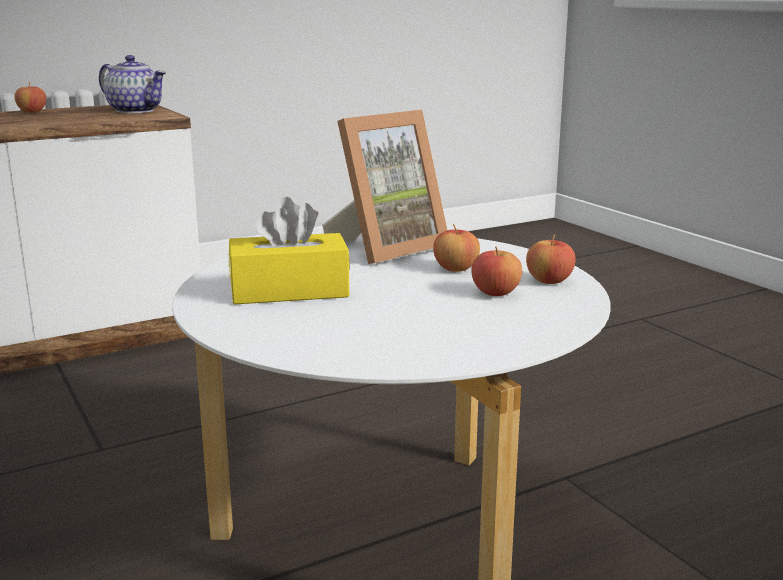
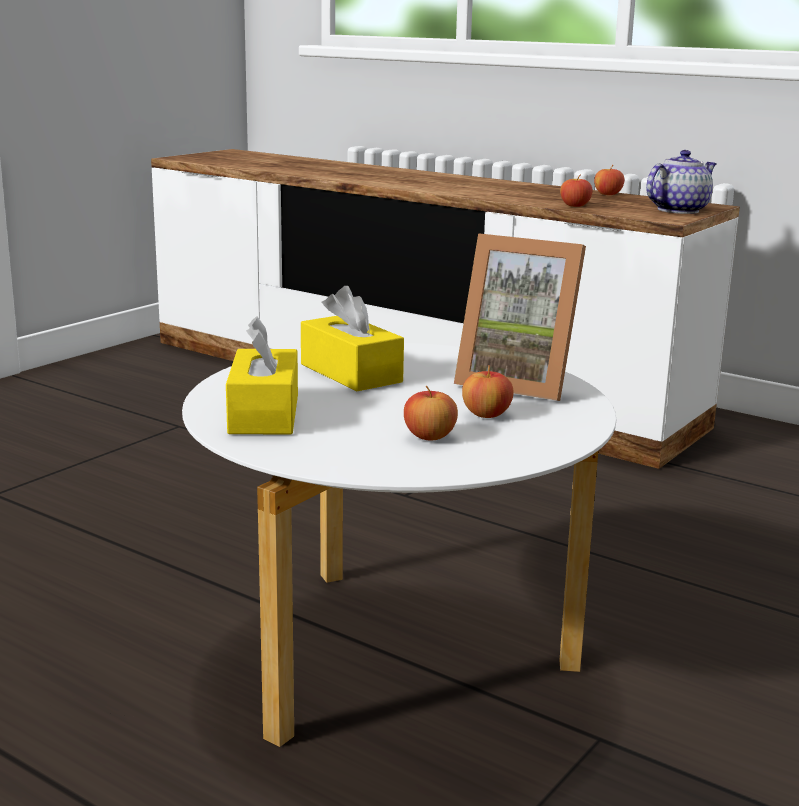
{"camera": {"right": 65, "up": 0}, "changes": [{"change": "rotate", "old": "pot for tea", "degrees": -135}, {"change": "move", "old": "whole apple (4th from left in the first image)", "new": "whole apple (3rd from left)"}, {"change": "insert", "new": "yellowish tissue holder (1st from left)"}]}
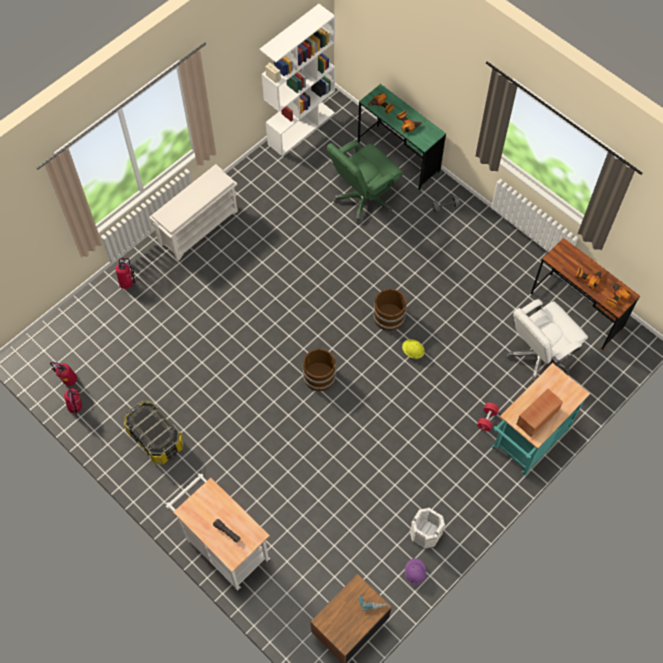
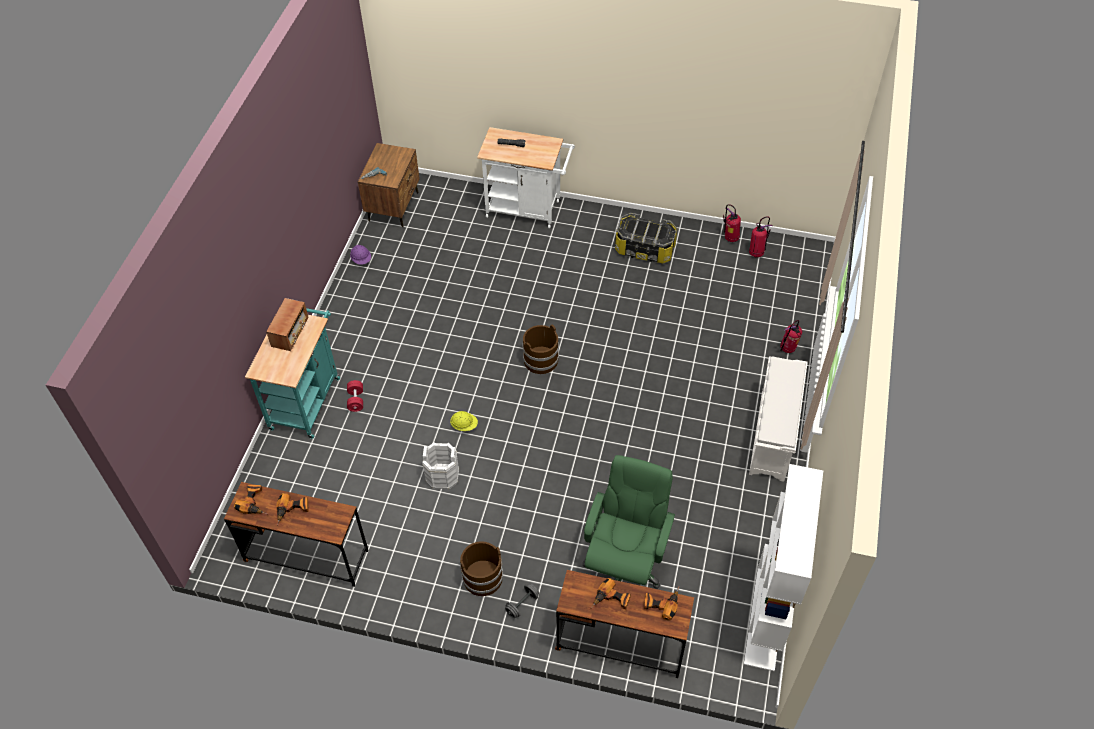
{"camera": {"right": 150, "up": -10}, "changes": [{"change": "recolor", "old": "greenish desk unit", "new": "brownish desk unit (2nd from left)"}, {"change": "move", "old": "brownish bucket (2nd from left in the first image)", "new": "brownish bucket (1st from left)"}, {"change": "move", "old": "white bucket"}, {"change": "delete", "old": "white desk chair"}]}
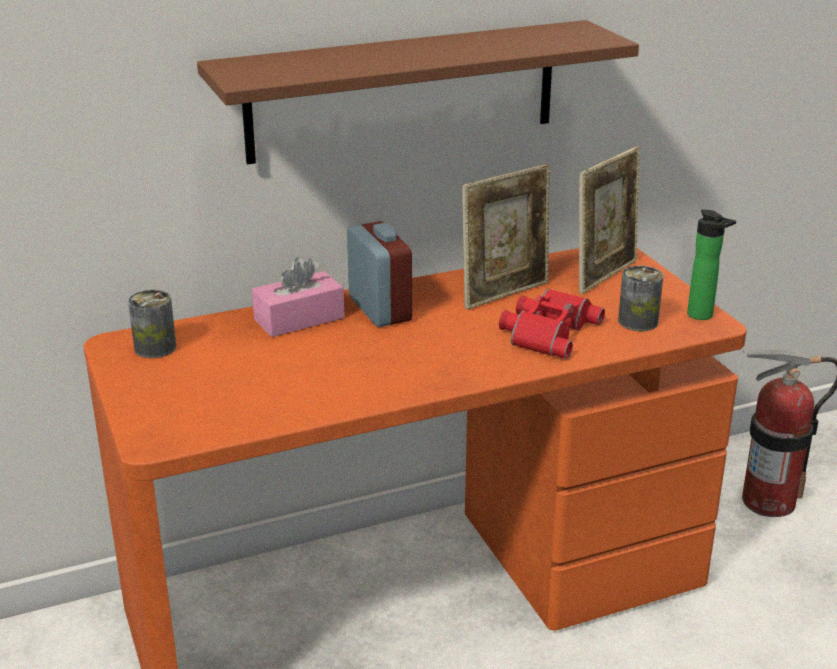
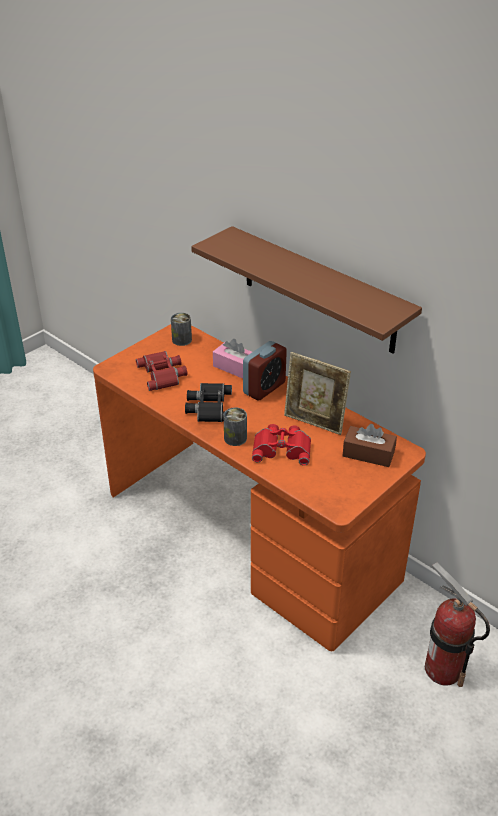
{"camera": {"right": 65, "up": 10}, "changes": [{"change": "replace", "old": "standing frame (2nd from left)", "new": "brownish tissue holder"}, {"change": "move", "old": "sealed can (2nd from left)"}, {"change": "delete", "old": "beverage bottle"}, {"change": "insert", "new": "red binoculars (1st from left)"}, {"change": "insert", "new": "black binoculars"}]}
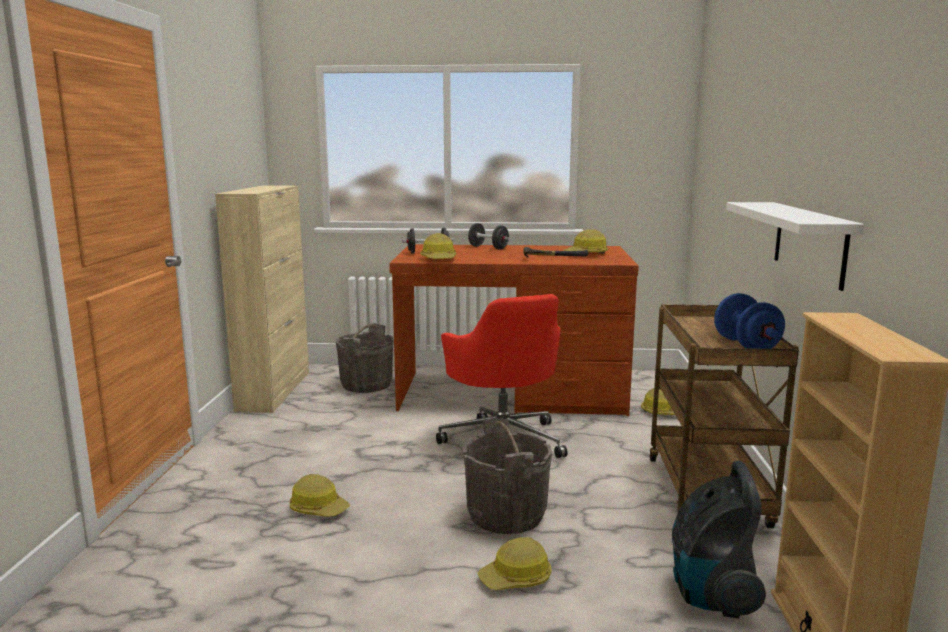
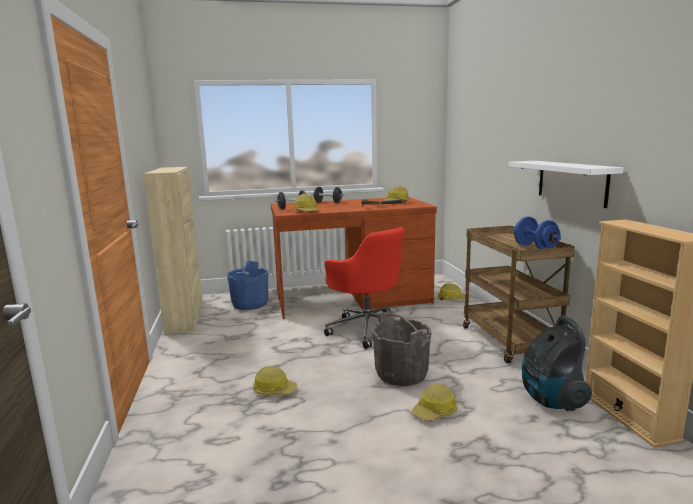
{"camera": {"right": -15, "up": 0}, "changes": [{"change": "recolor", "old": "grey bucket (1st from left)", "new": "blue-coloured bucket"}]}
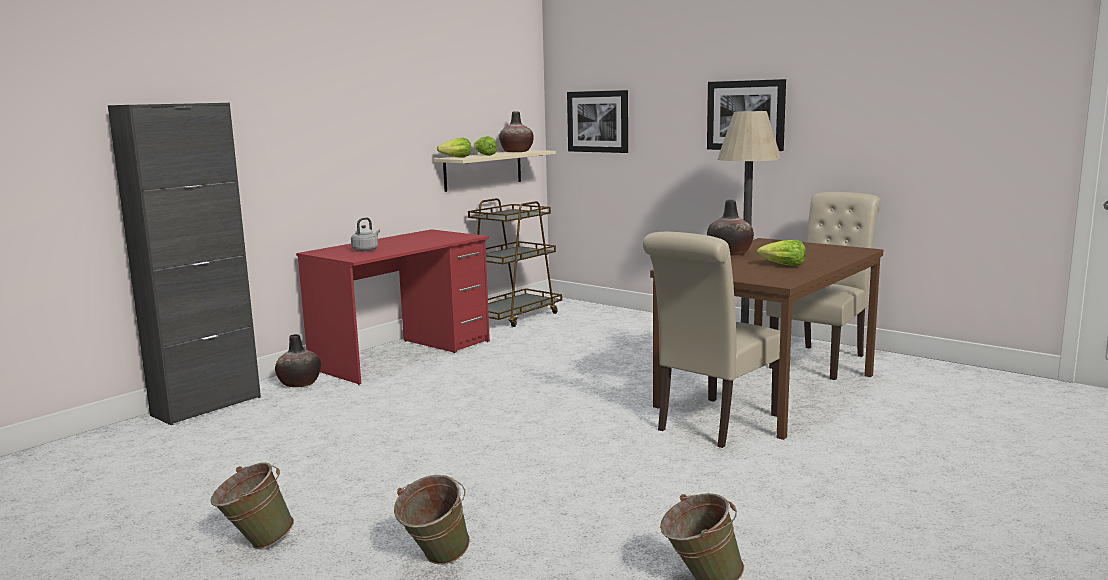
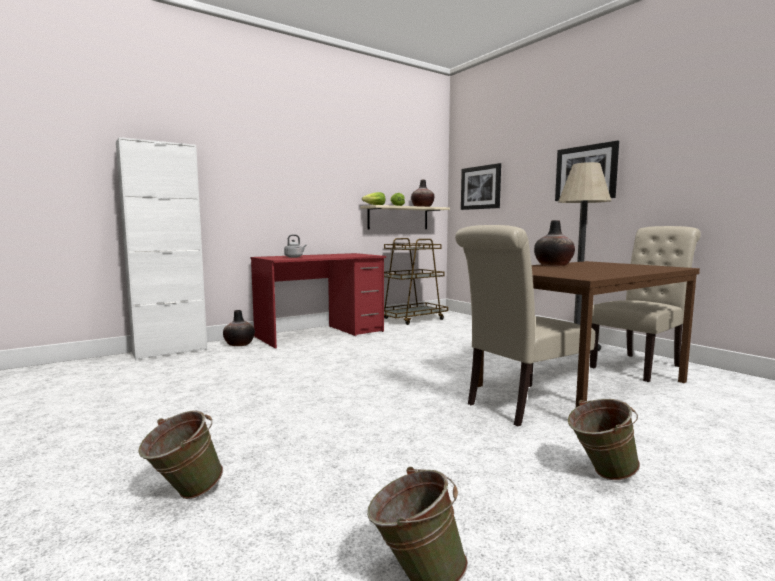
{"camera": {"right": 15, "up": -5}, "changes": [{"change": "recolor", "old": "black storage cabinet", "new": "white storage cabinet"}, {"change": "move", "old": "greenish bucket (1st from left in the first image)", "new": "greenish bucket (3rd from left)"}, {"change": "delete", "old": "lettuce head (3rd from left)"}]}
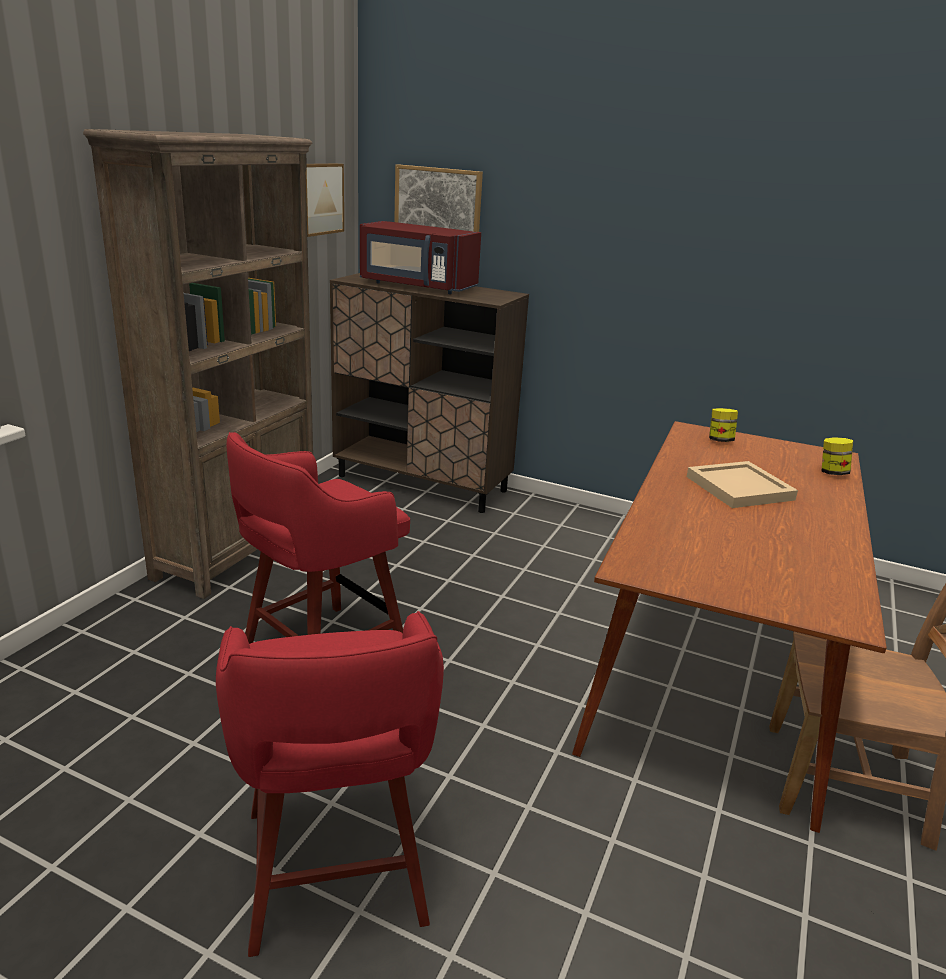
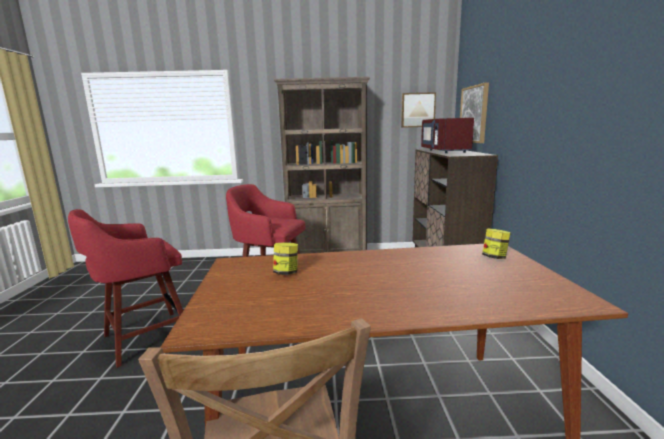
{"camera": {"right": 65, "up": -10}, "changes": [{"change": "delete", "old": "beige tray"}, {"change": "move", "old": "jar (2nd from left in the first image)", "new": "jar (1st from left)"}]}
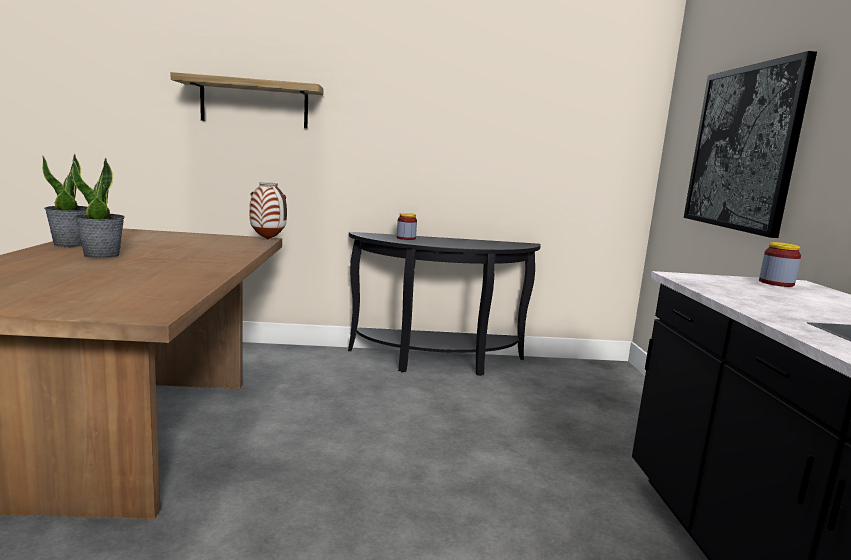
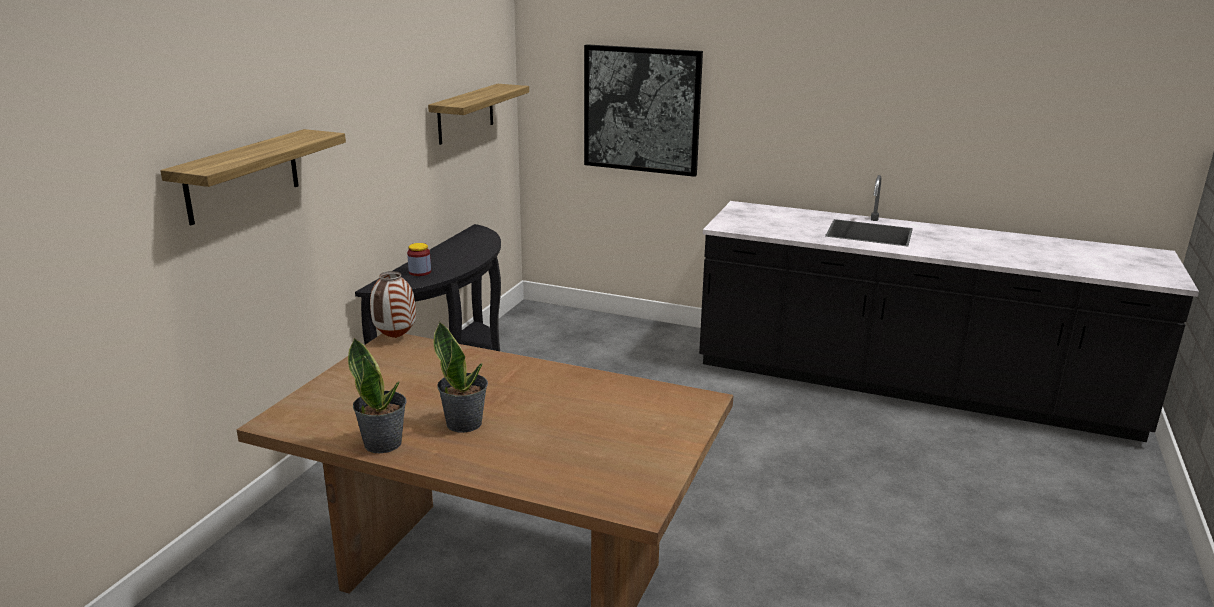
{"camera": {"right": -65, "up": 10}, "changes": [{"change": "delete", "old": "jar (2nd from left)"}, {"change": "insert", "new": "shelf (2nd from left)"}]}
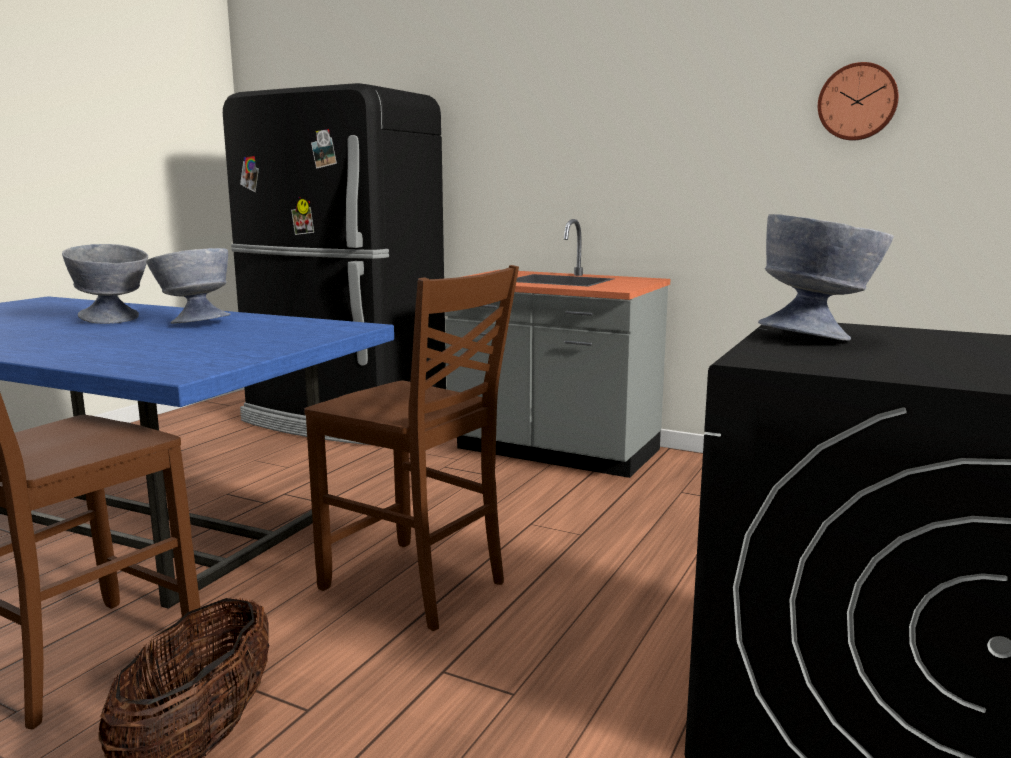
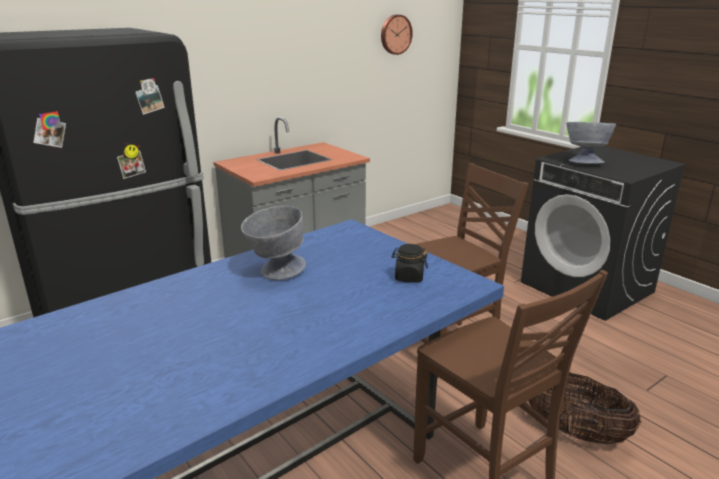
{"camera": {"right": -65, "up": 10}, "changes": [{"change": "delete", "old": "grey bowl (1st from left)"}, {"change": "insert", "new": "black jar"}]}
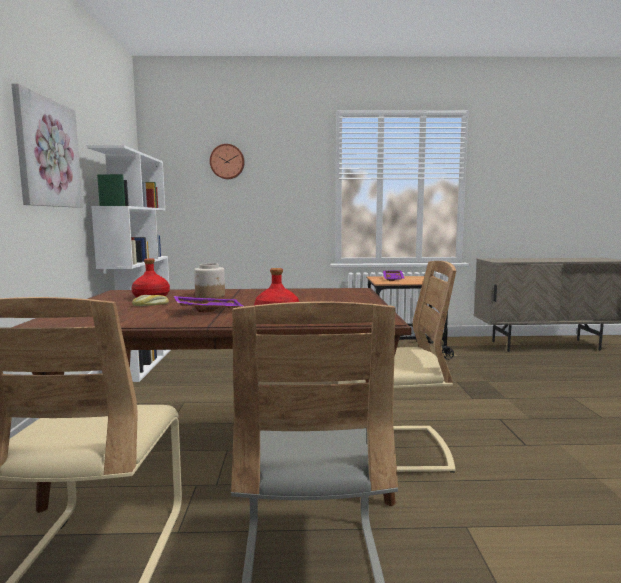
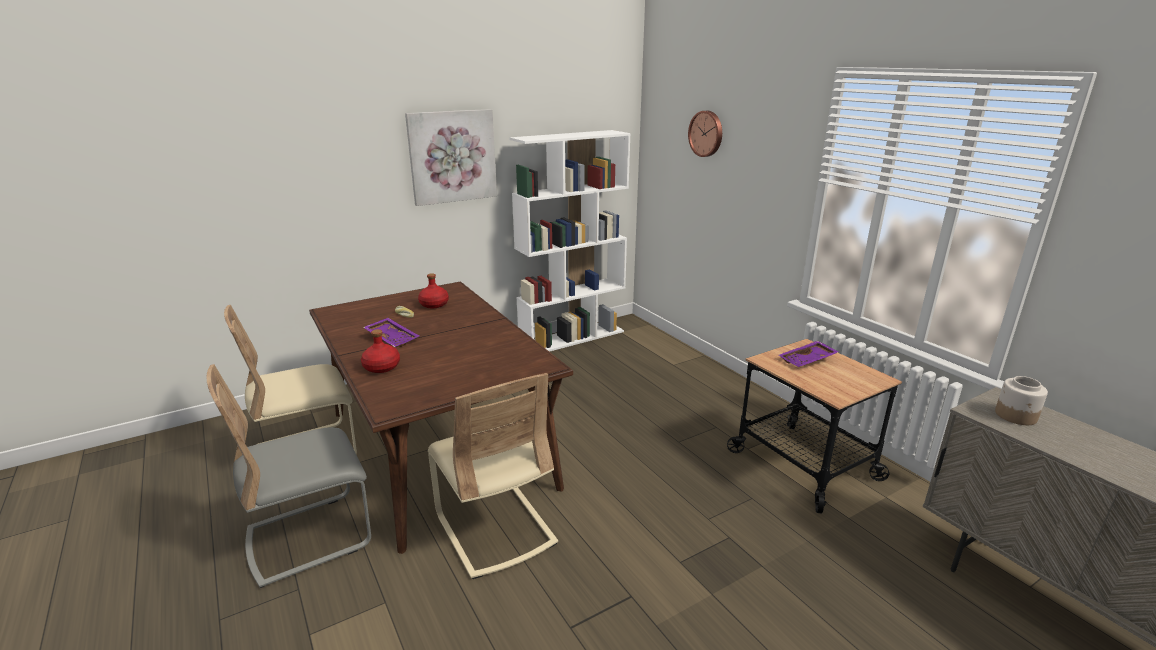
{"camera": {"right": 60, "up": 15}, "changes": [{"change": "move", "old": "jar"}]}
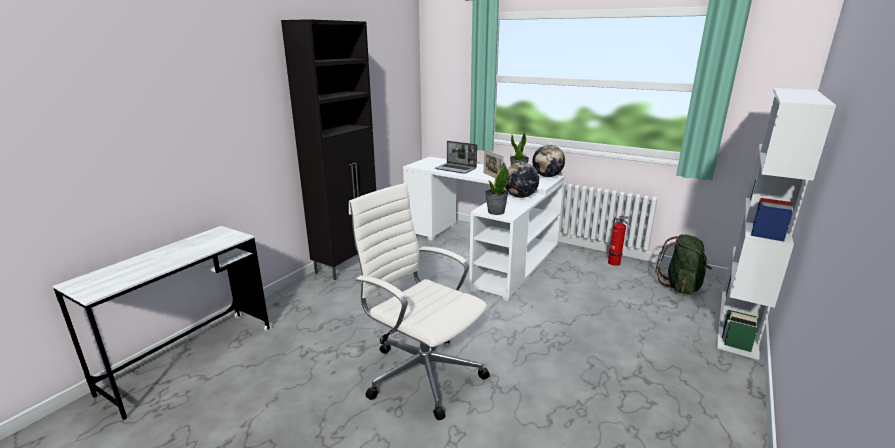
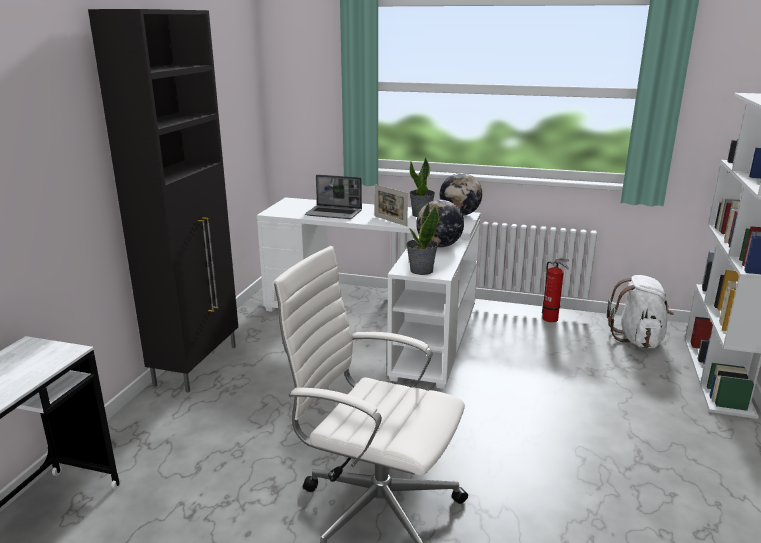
{"camera": {"right": -15, "up": 0}, "changes": [{"change": "recolor", "old": "greenish backpack", "new": "white backpack"}]}
